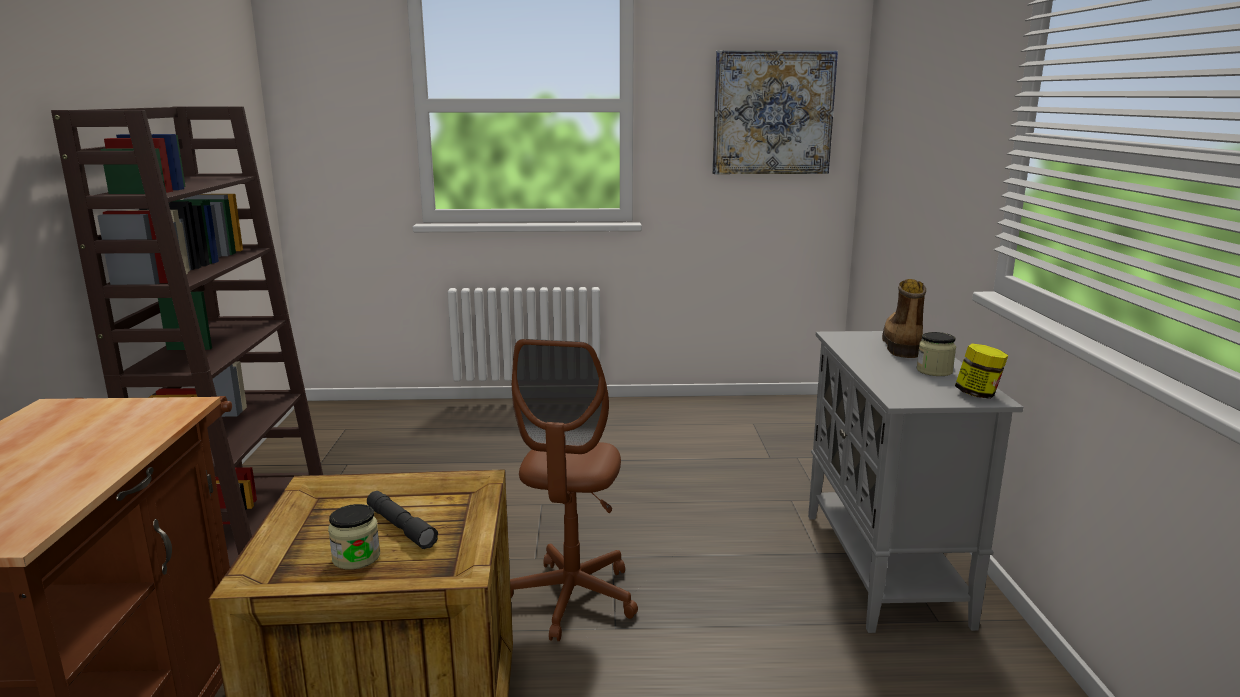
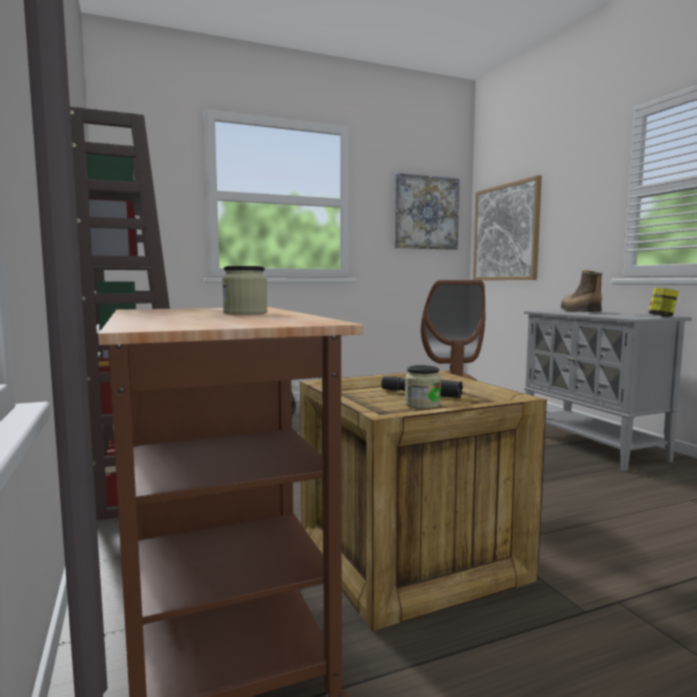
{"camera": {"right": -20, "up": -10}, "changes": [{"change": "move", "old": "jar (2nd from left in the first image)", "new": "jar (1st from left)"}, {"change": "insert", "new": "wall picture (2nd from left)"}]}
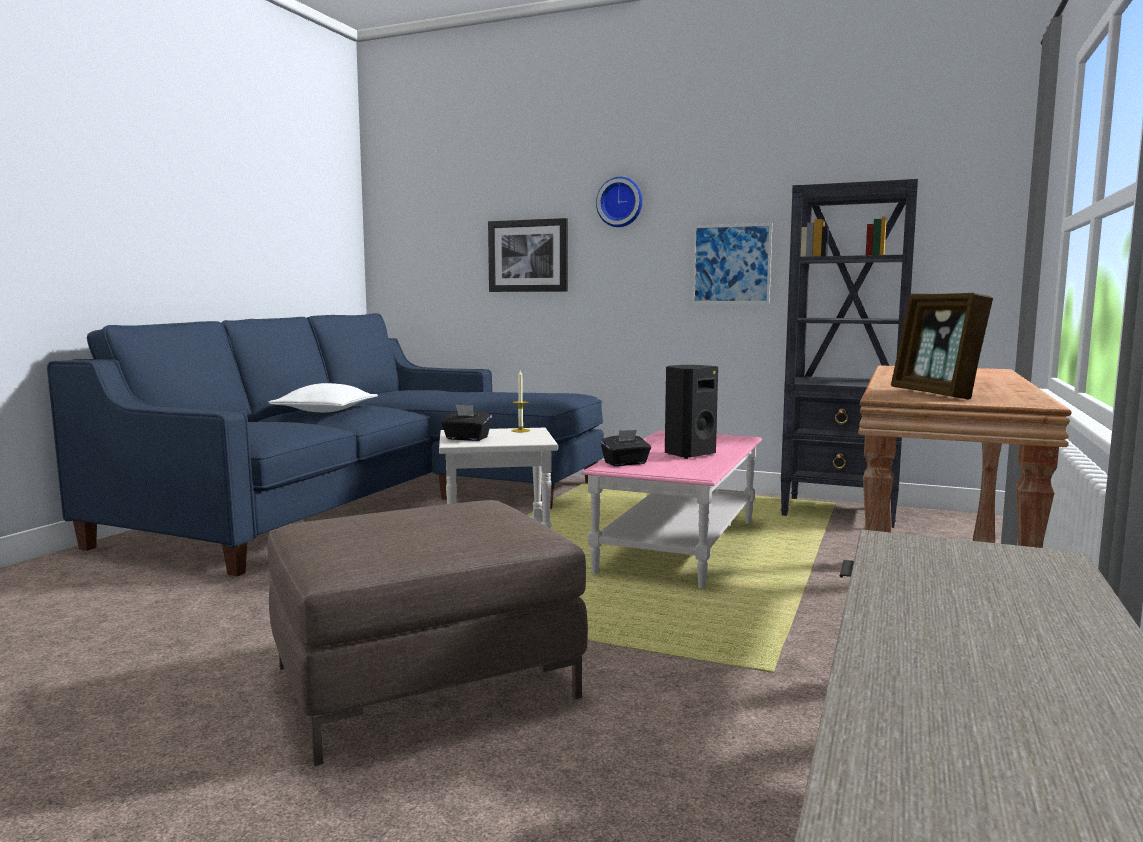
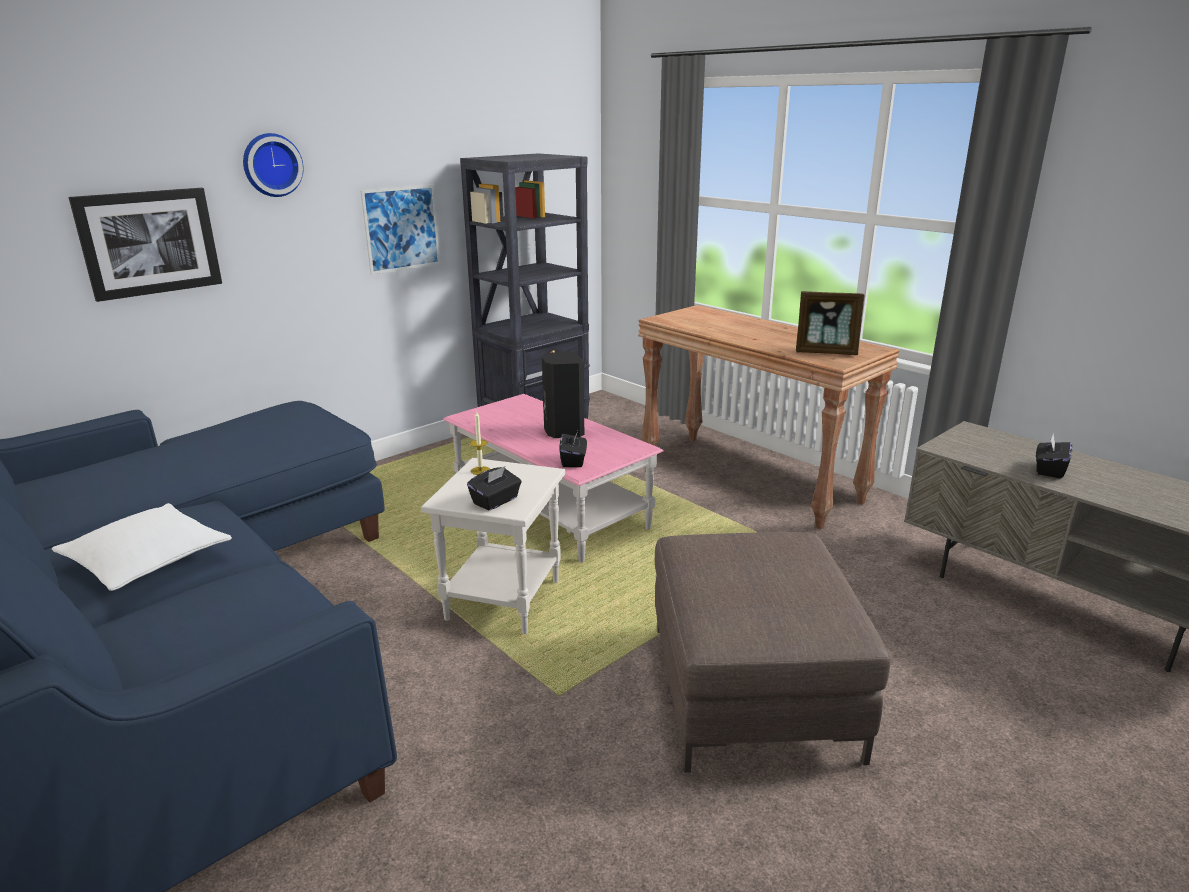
{"camera": {"right": -65, "up": 15}, "changes": [{"change": "insert", "new": "black tissue holder (3rd from left)"}]}
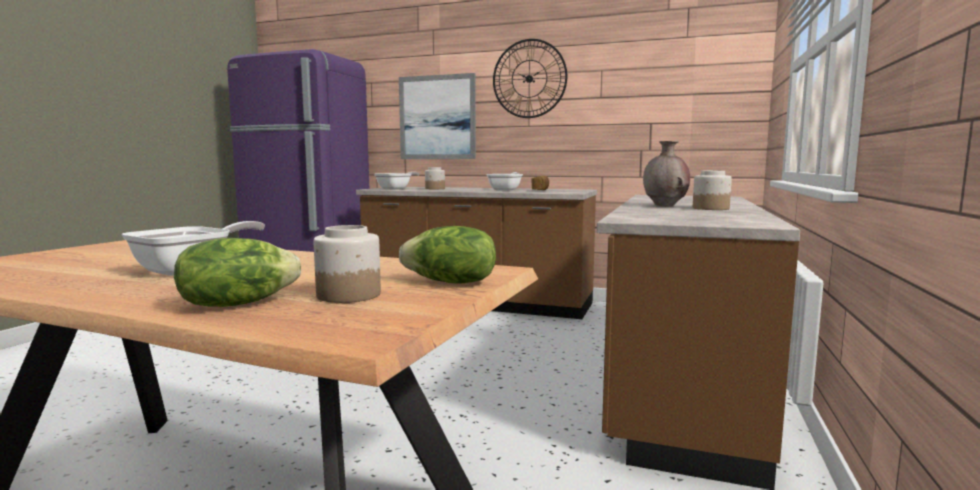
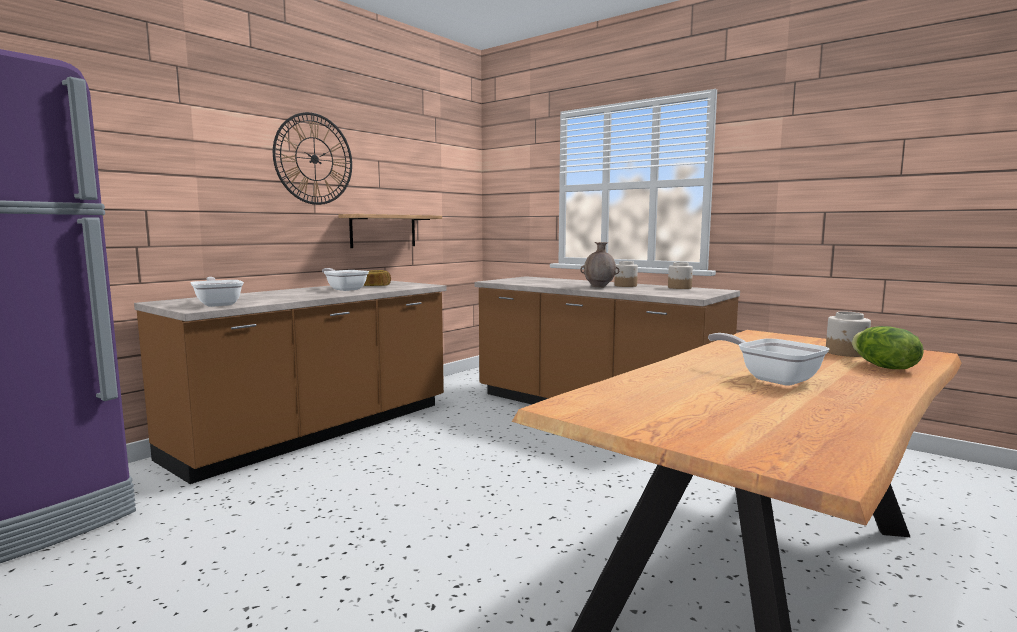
{"camera": {"right": -70, "up": 0}, "changes": [{"change": "delete", "old": "wall picture"}, {"change": "delete", "old": "lettuce head (2nd from left)"}, {"change": "move", "old": "jar (2nd from left)"}, {"change": "insert", "new": "shelf"}]}
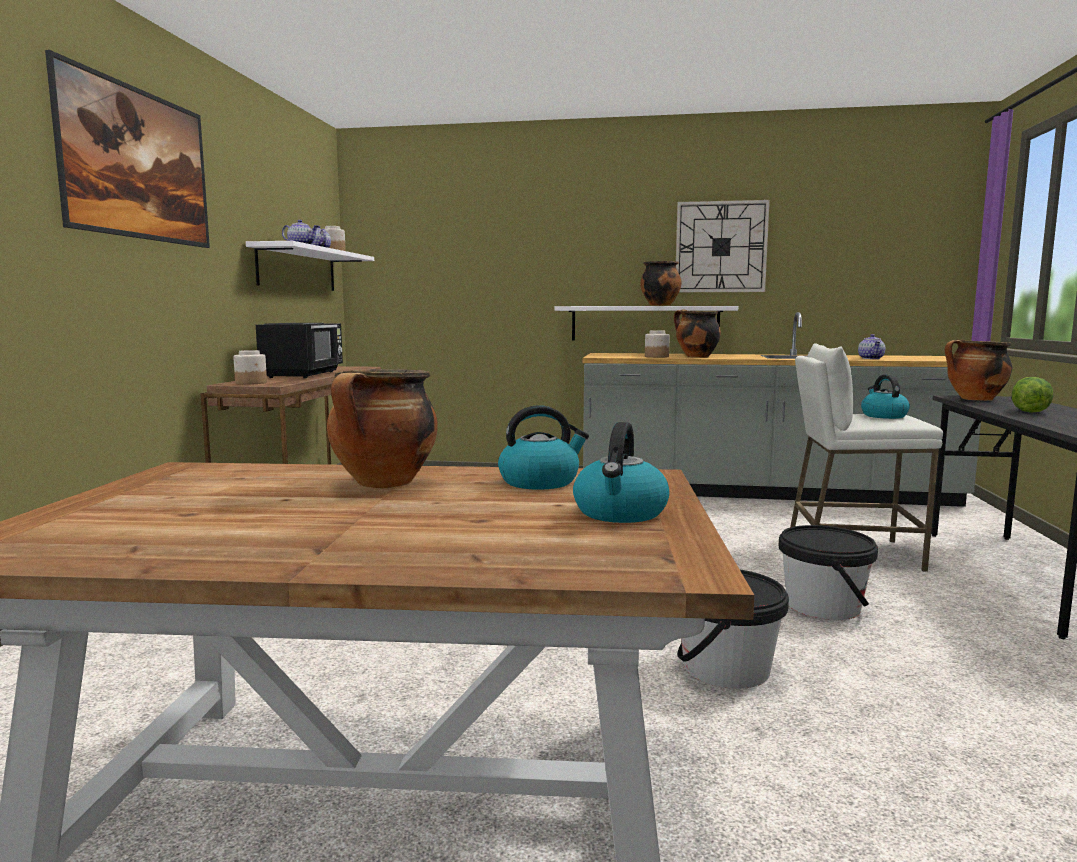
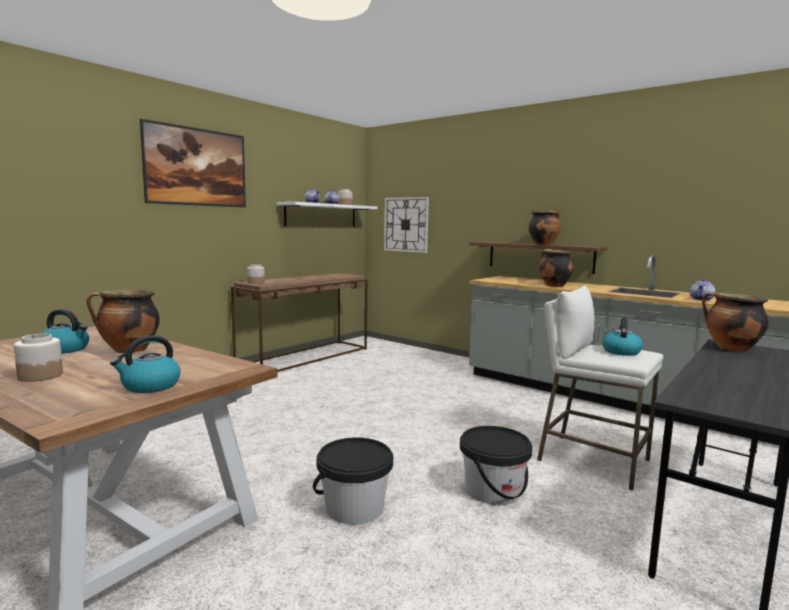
{"camera": {"right": 30, "up": 0}, "changes": [{"change": "delete", "old": "black microwave"}, {"change": "move", "old": "kettle (1st from left)"}, {"change": "recolor", "old": "white shelf (2nd from left)", "new": "brownish shelf"}, {"change": "move", "old": "jar (3rd from left in the first image)", "new": "jar (1st from left)"}, {"change": "move", "old": "wall clock"}, {"change": "delete", "old": "lettuce head"}]}
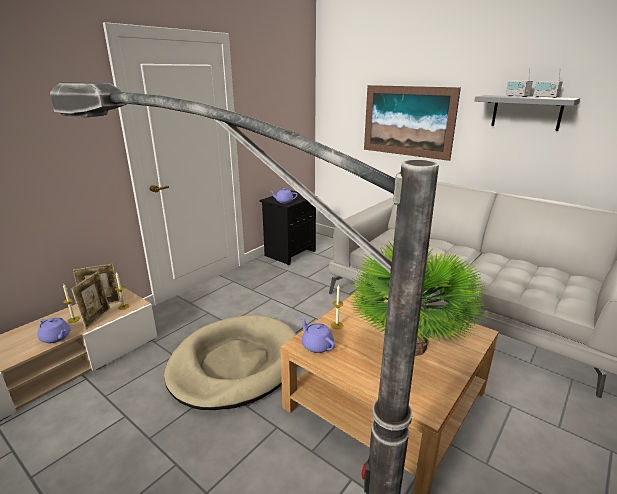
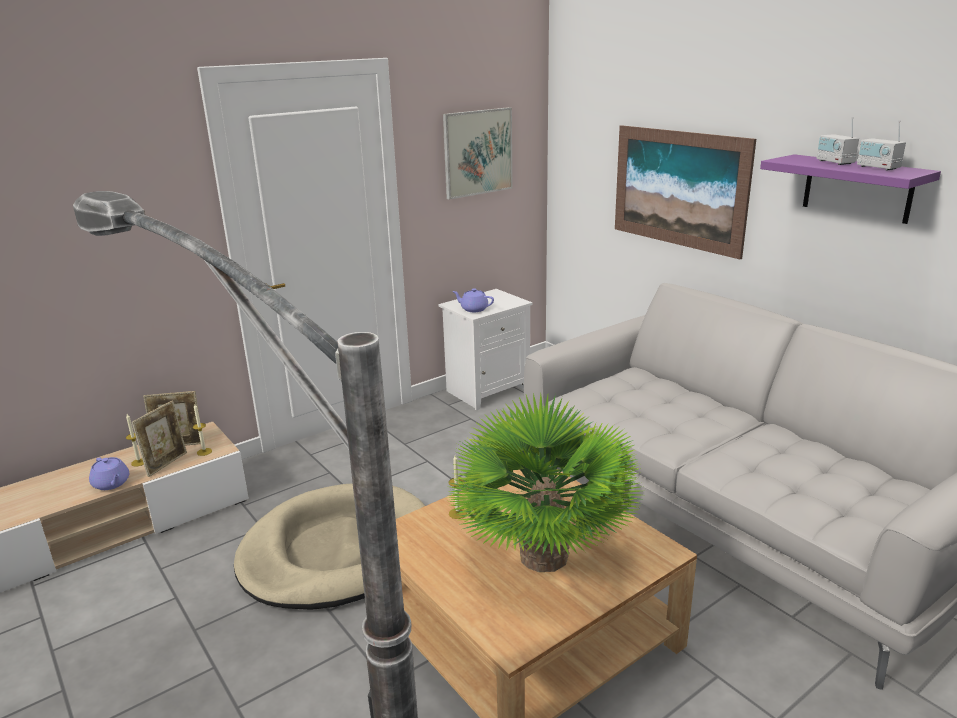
{"camera": {"right": 15, "up": 0}, "changes": [{"change": "recolor", "old": "black night table", "new": "white night table"}, {"change": "delete", "old": "purple-coloured pot for tea (3rd from left)"}, {"change": "recolor", "old": "grey shelf", "new": "purple-coloured shelf"}, {"change": "insert", "new": "wall picture (1st from left)"}]}
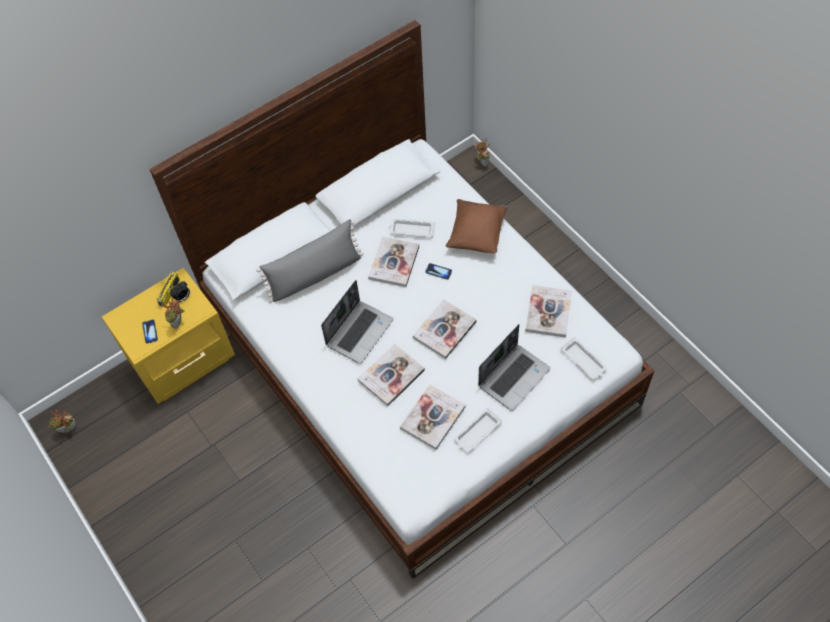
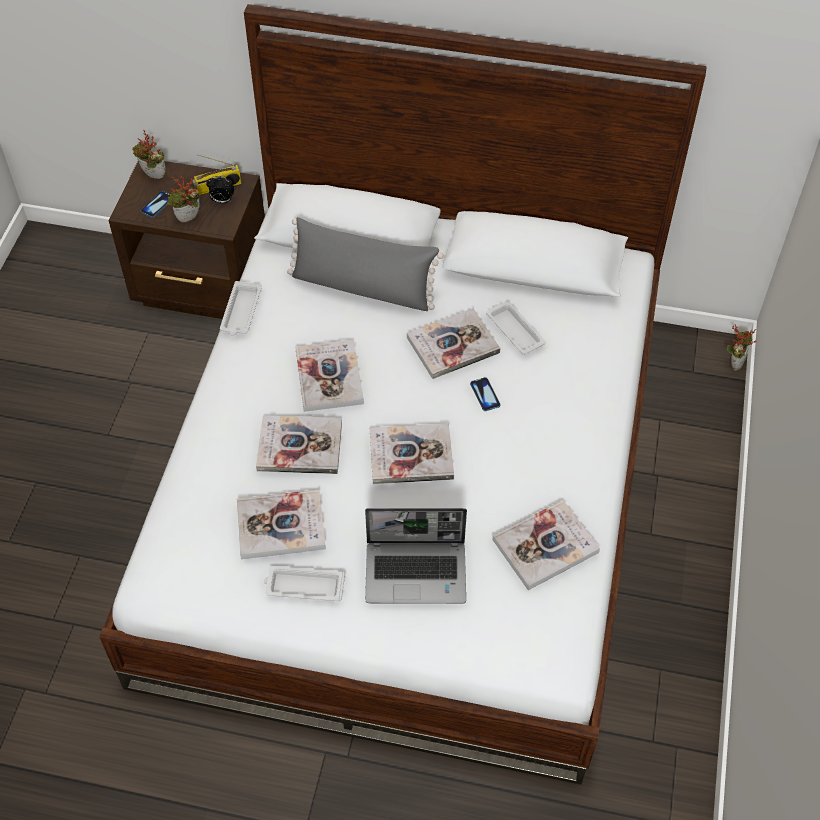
{"camera": {"right": 45, "up": -5}, "changes": [{"change": "move", "old": "potted plant (1st from left)"}, {"change": "recolor", "old": "yellowish night table", "new": "brownish night table"}, {"change": "replace", "old": "portable computer (1st from left)", "new": "volume (3rd from left)"}, {"change": "delete", "old": "brownish pillow"}, {"change": "move", "old": "white tray (3rd from left in the first image)", "new": "white tray (1st from left)"}]}
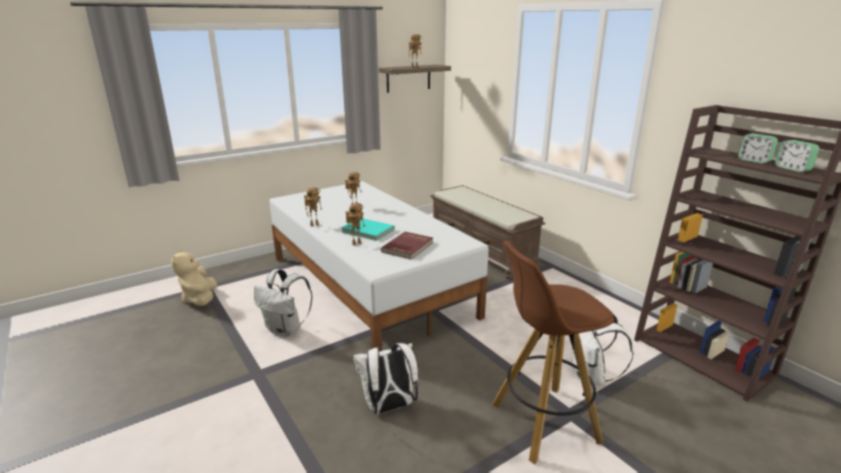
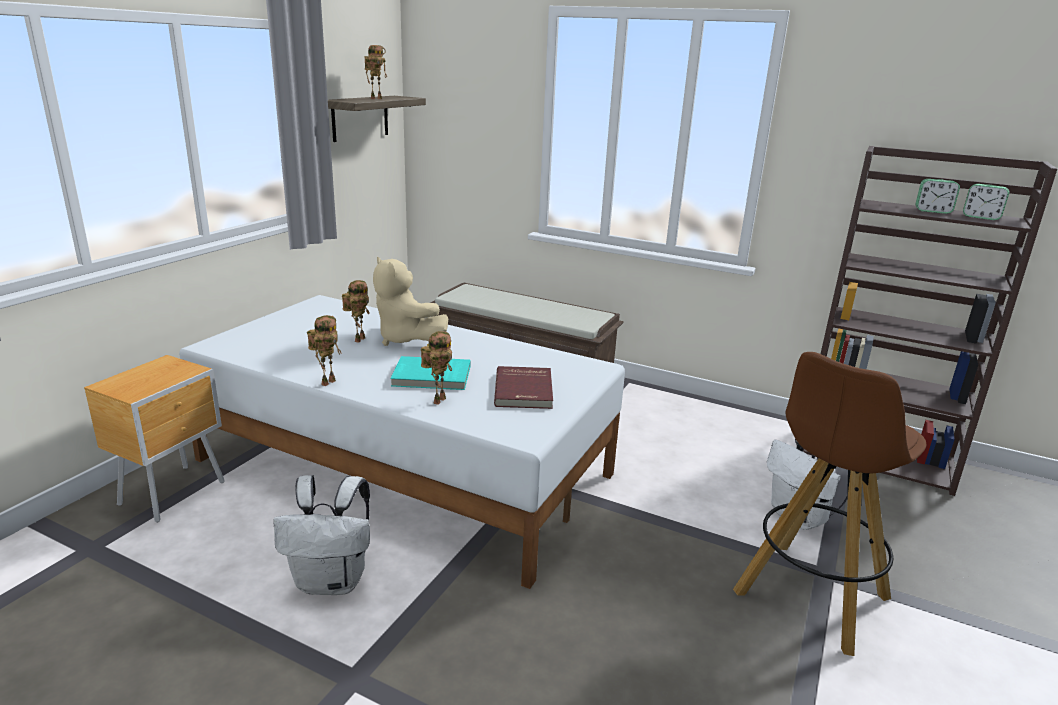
{"camera": {"right": -30, "up": 0}, "changes": [{"change": "move", "old": "beige cuddly toy"}, {"change": "delete", "old": "white backpack (2nd from left)"}, {"change": "insert", "new": "brownish night table"}]}
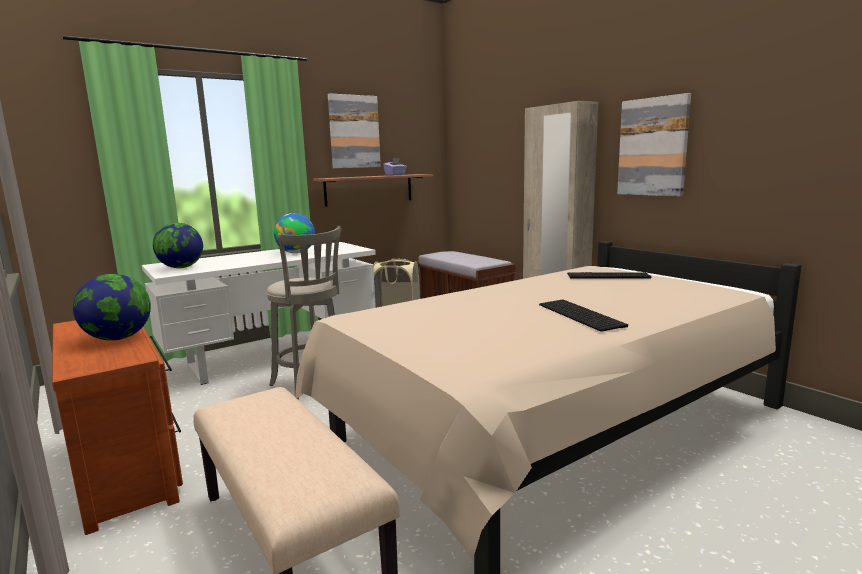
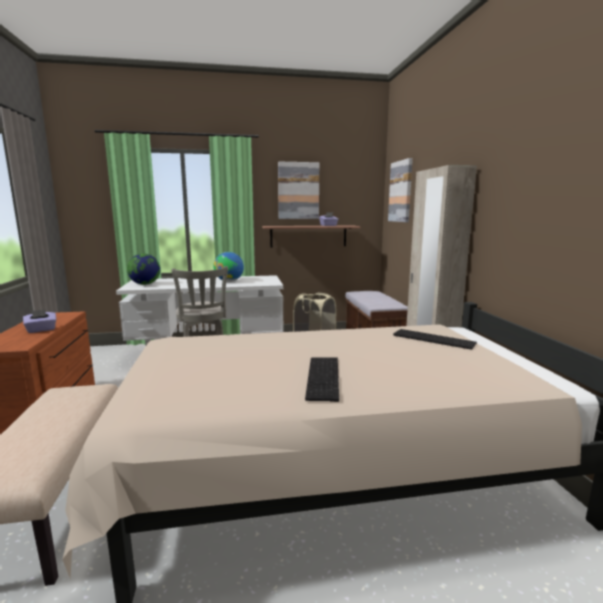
{"camera": {"right": 25, "up": 0}, "changes": [{"change": "replace", "old": "world globe (1st from left)", "new": "purple-coloured tissue holder (1st from left)"}, {"change": "move", "old": "wall picture (2nd from left)"}]}
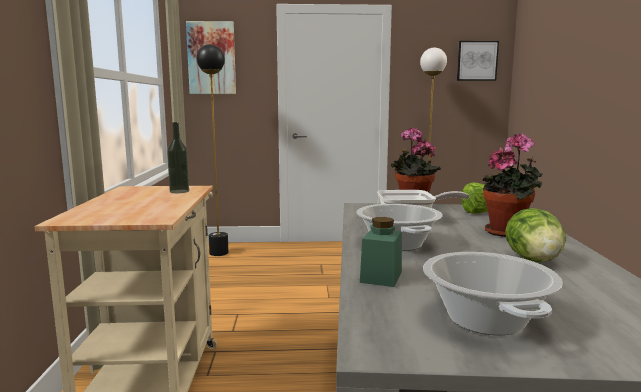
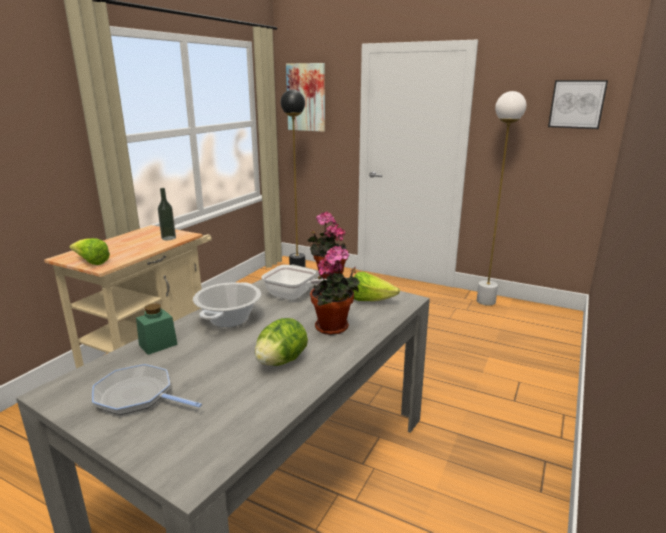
{"camera": {"right": 30, "up": 10}, "changes": [{"change": "replace", "old": "cooking pot (2nd from left)", "new": "pan (1st from left)"}, {"change": "insert", "new": "lettuce head (1st from left)"}]}
